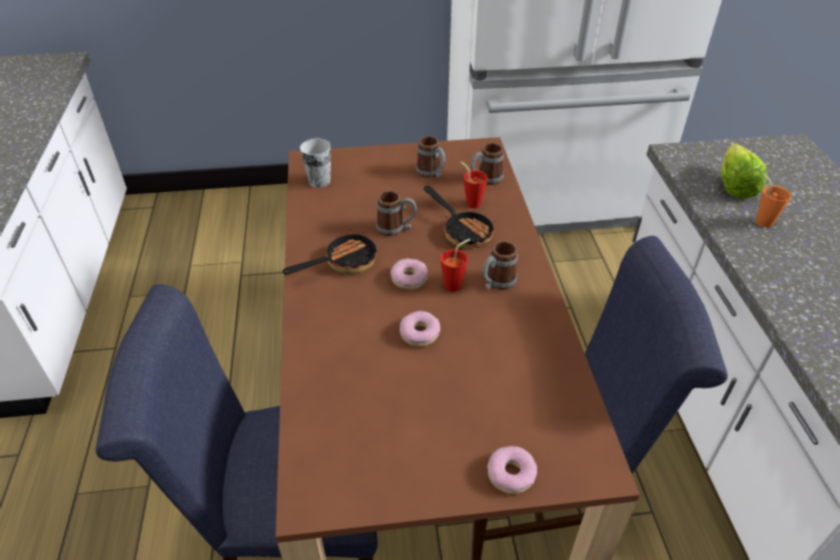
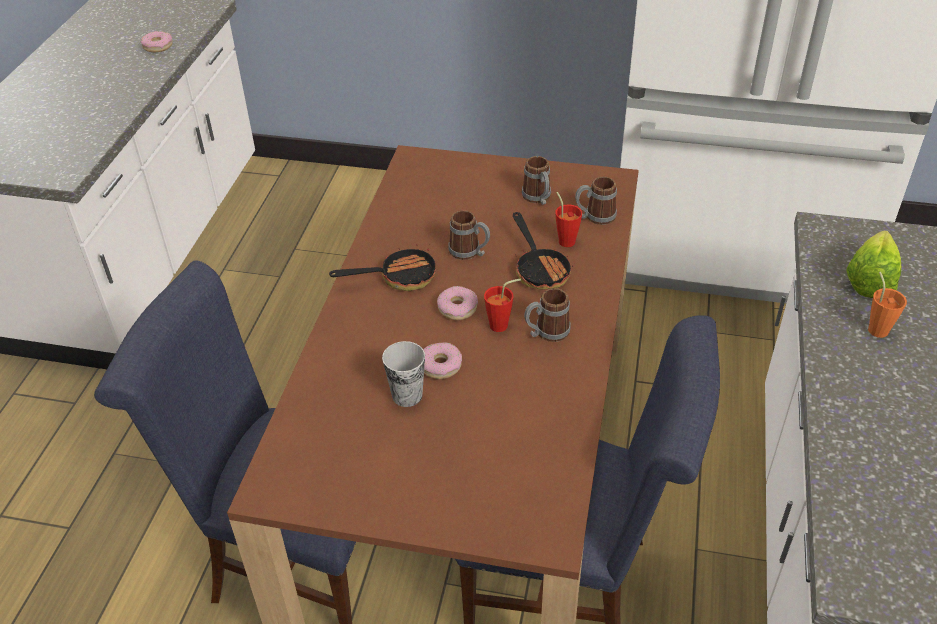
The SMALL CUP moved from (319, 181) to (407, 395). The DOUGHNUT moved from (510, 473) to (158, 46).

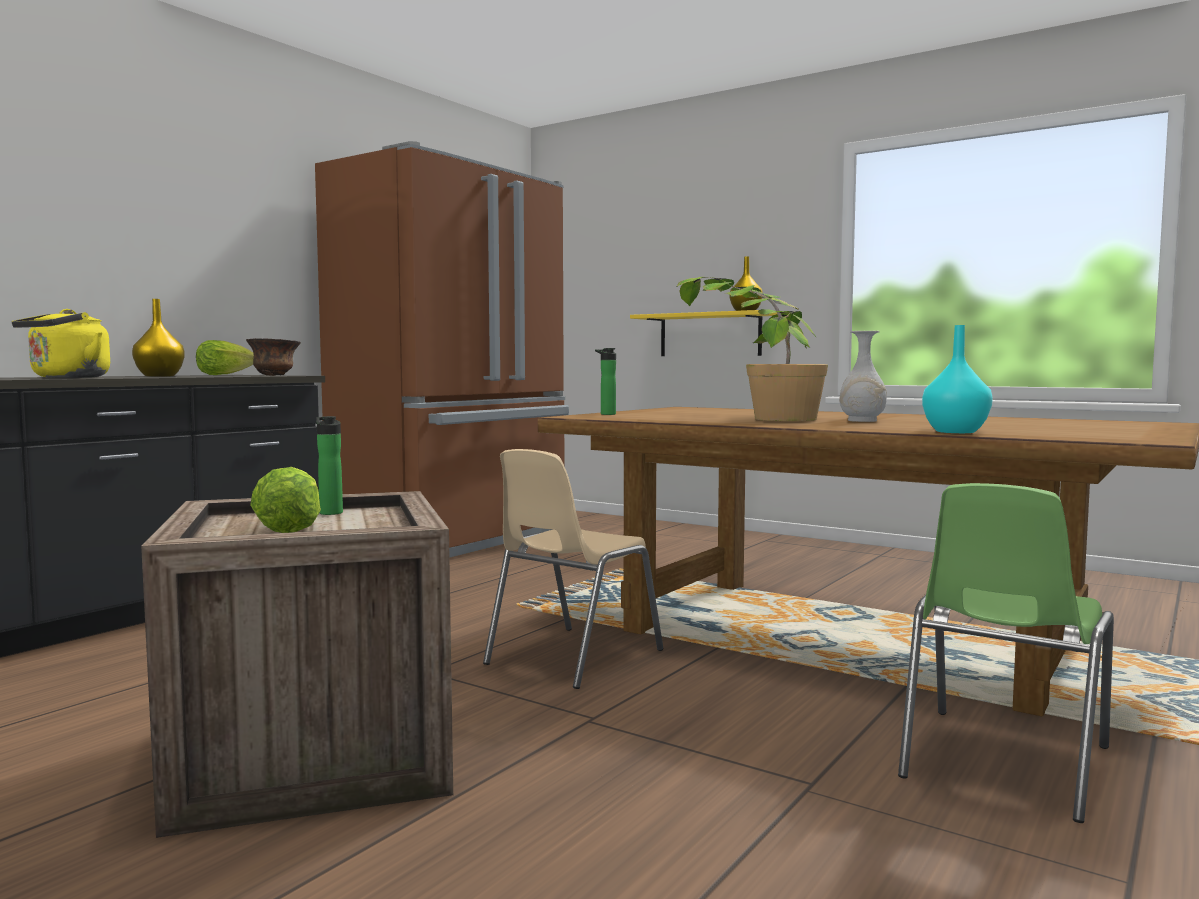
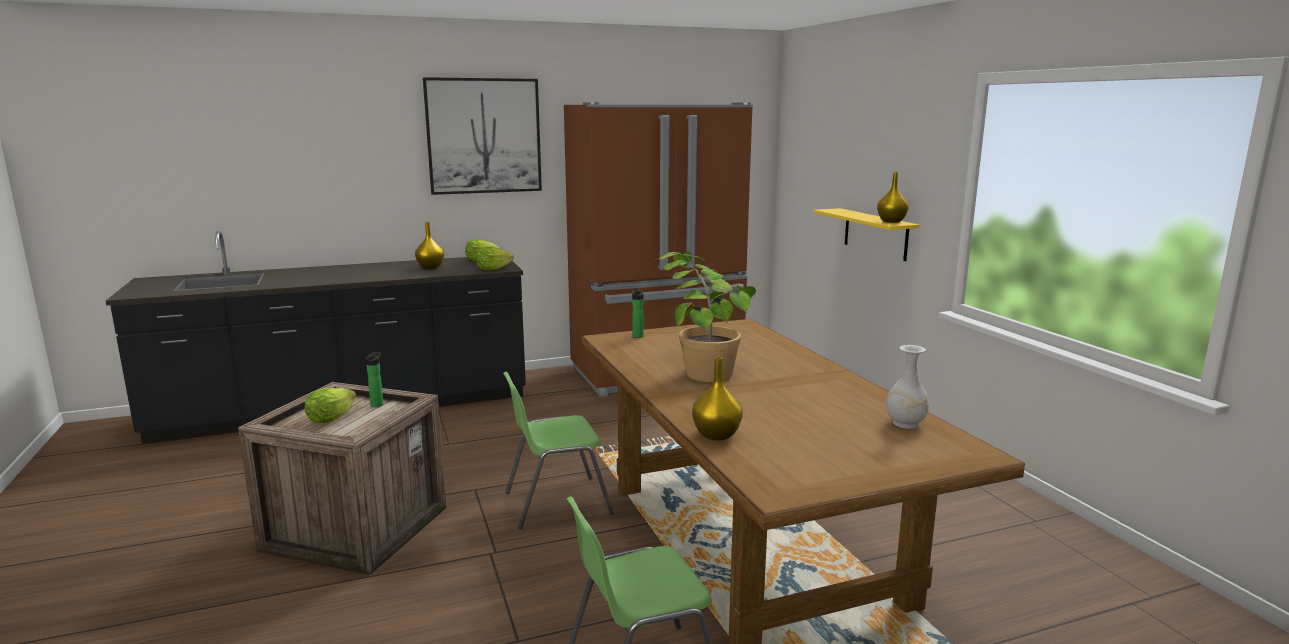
The YELLOW TEA KETTLE at (67, 377) disappeared. The BROWN-COLOURED SERVING BOWL at (274, 375) was replaced by the LETTUCE HEAD at (493, 269). The BEIGE CHAIR at (571, 657) became the GREEN-COLOURED CHAIR at (555, 502). The WHITE VASE moved from (862, 421) to (905, 424). The BLUE-GREEN VASE at (954, 432) became the YELLOW VASE at (716, 434). The PICTURE at (484, 136) appeared.

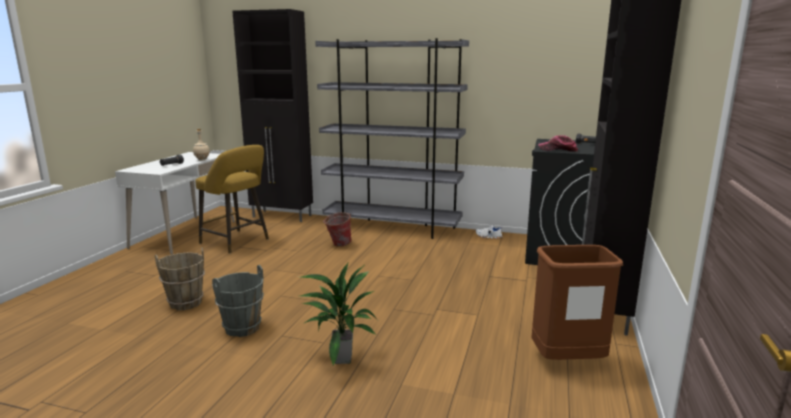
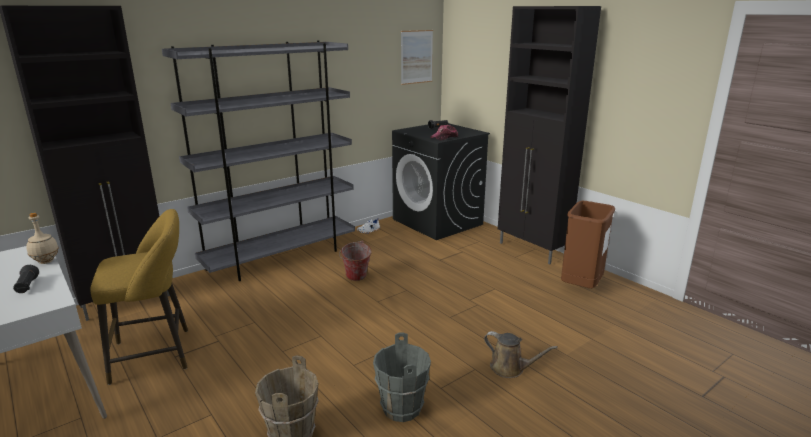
The HOUSEPLANT at (341, 359) was replaced by the BROWN-COLOURED SPRINKLING CAN at (510, 368). The PAIL moved from (338, 244) to (356, 279). The PICTURE at (416, 57) appeared.

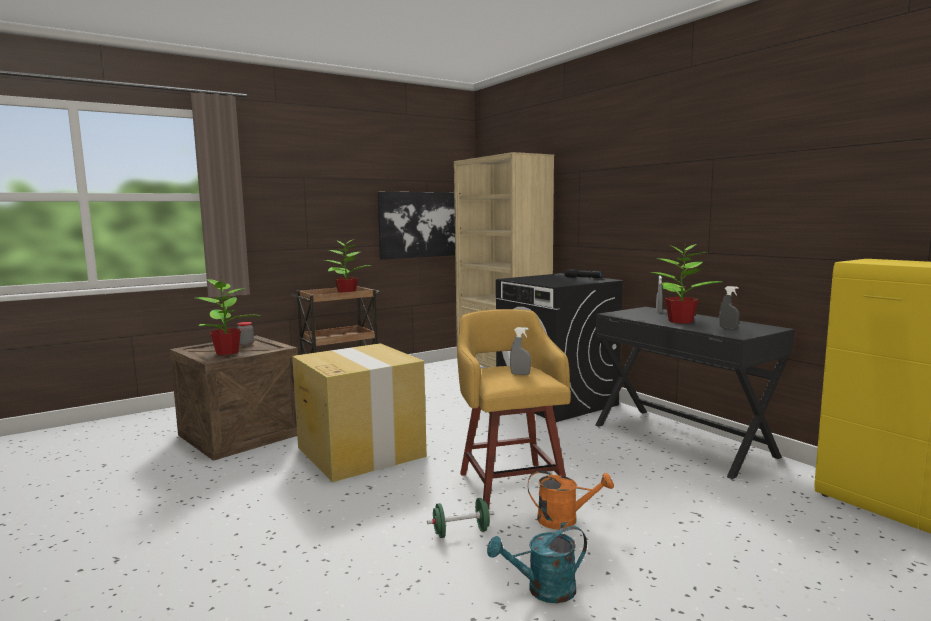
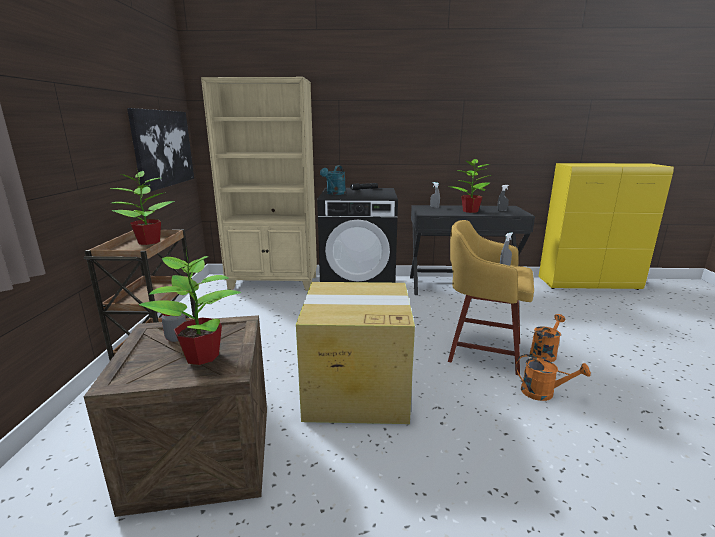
The GREEN-COLOURED HAND WEIGHT at (461, 532) was replaced by the ORANGEY SPRINKLING CAN at (543, 393). The BLUE-GREEN SPRINKLING CAN moved from (543, 590) to (334, 193).

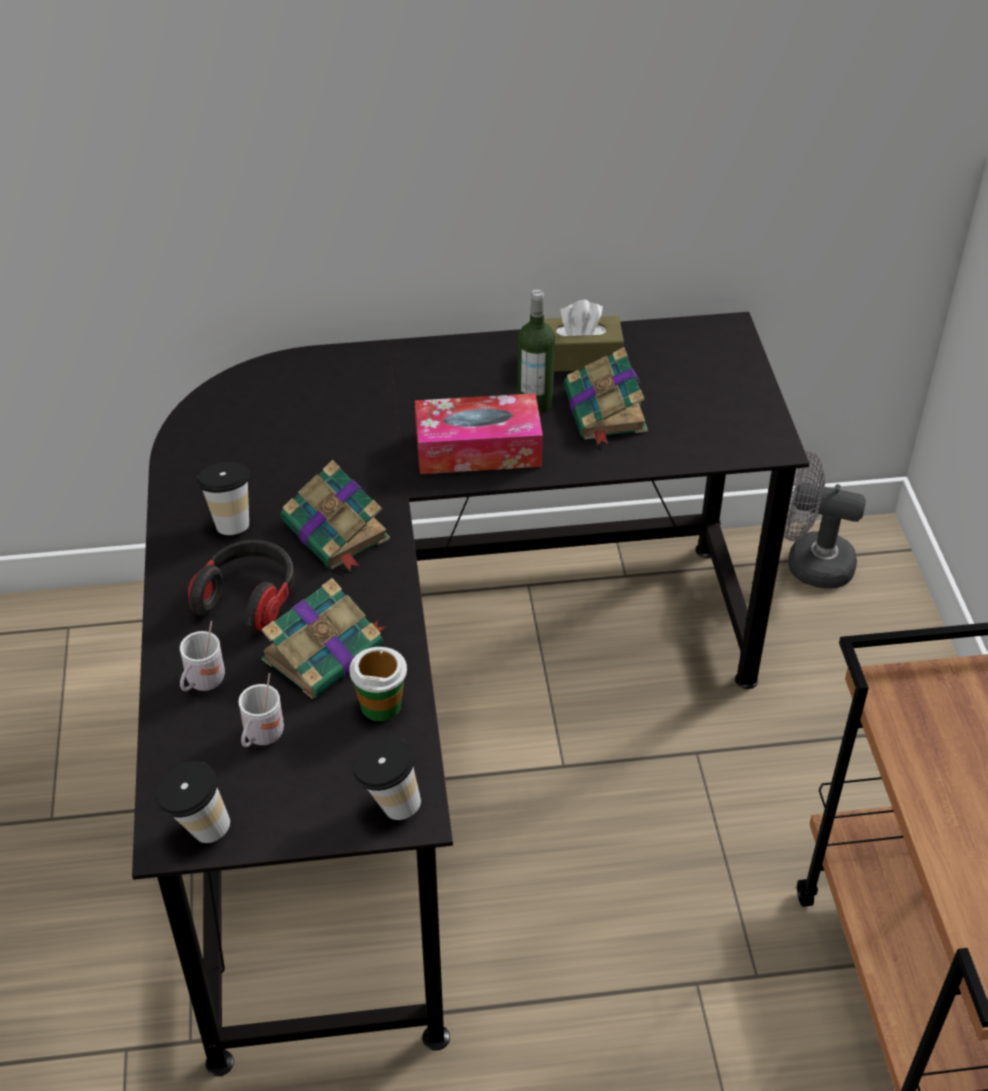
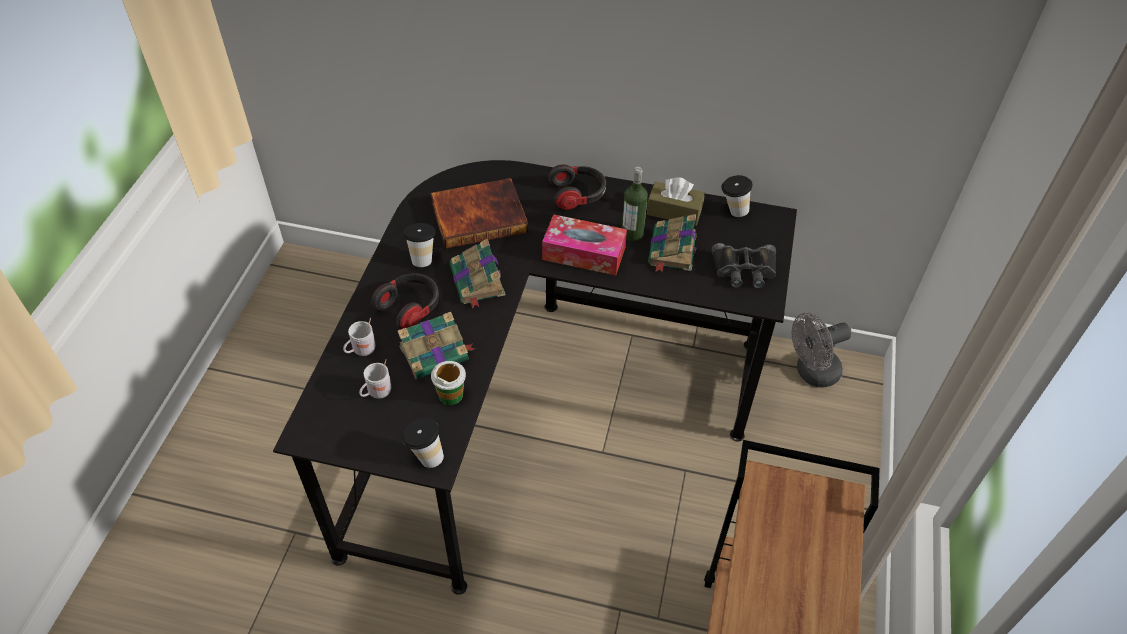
The SMALL CUP moved from (198, 830) to (732, 211). The GREY FAN at (808, 563) turned 60 degrees counterclockwise. The VOLUME at (479, 216) appeared. The PAIR OF HEADPHONES at (578, 195) appeared. The BLACK-COLOURED BINOCULARS at (744, 270) appeared.

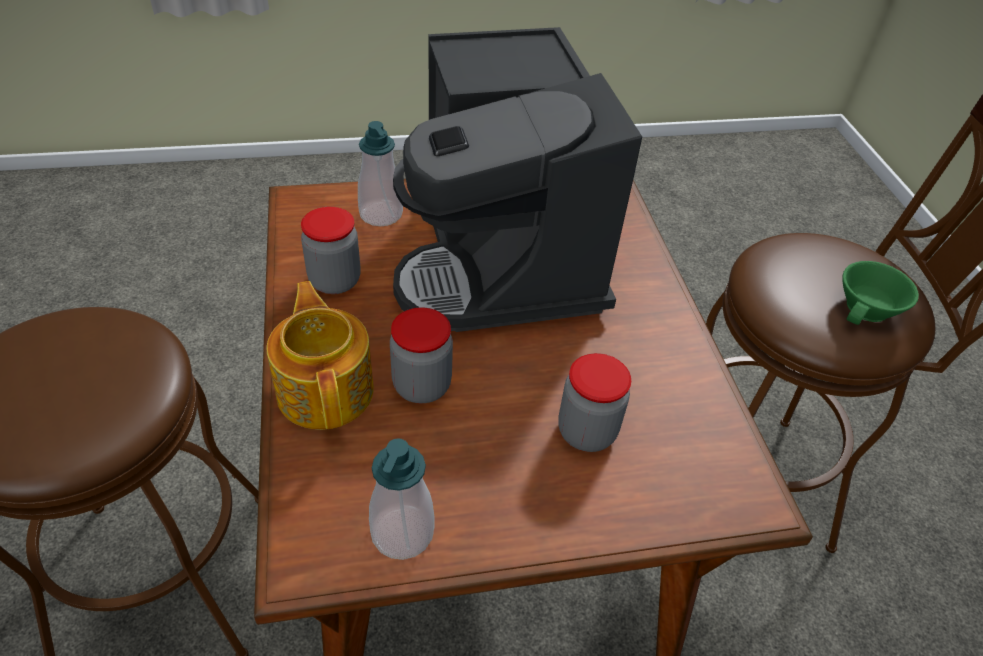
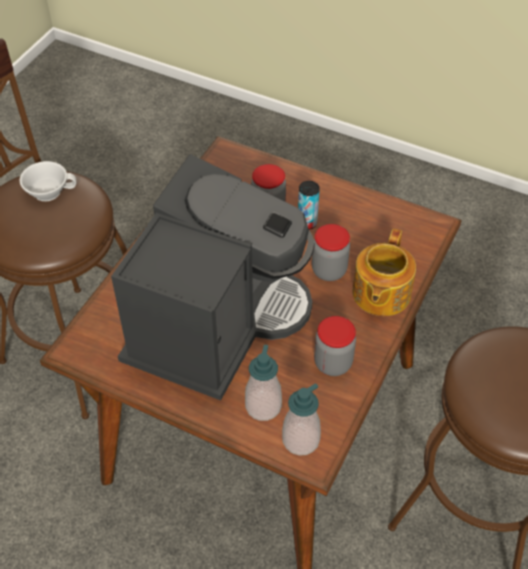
The SOAP BOTTLE moved from (402, 532) to (300, 440). The GREEN-COLOURED SMALL CUP at (869, 310) became the WHITE SMALL CUP at (48, 190). The METAL CAN at (307, 223) appeared.

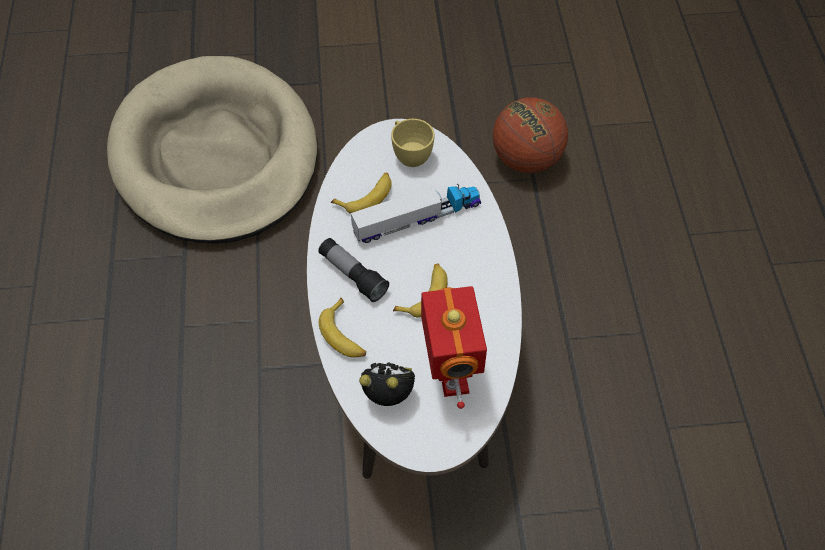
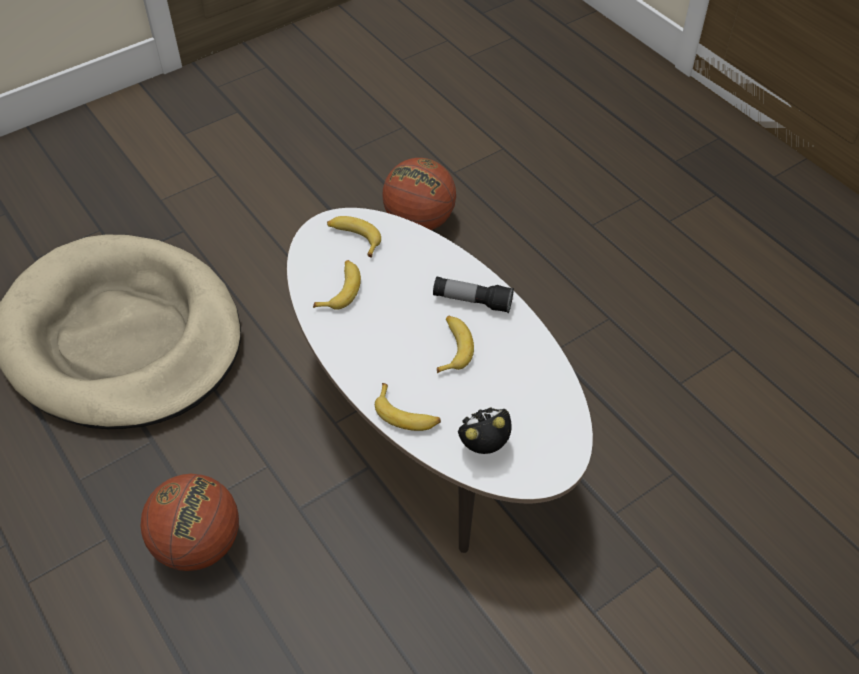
The TORCH moved from (353, 275) to (472, 301). The TOY TRUCK at (417, 218) disappeared. The YELLOW SMALL CUP at (409, 154) was replaced by the BANANA at (354, 238). The MODEL ROBOT at (450, 378) disappeared. The BASKETBALL BALL at (198, 544) appeared.

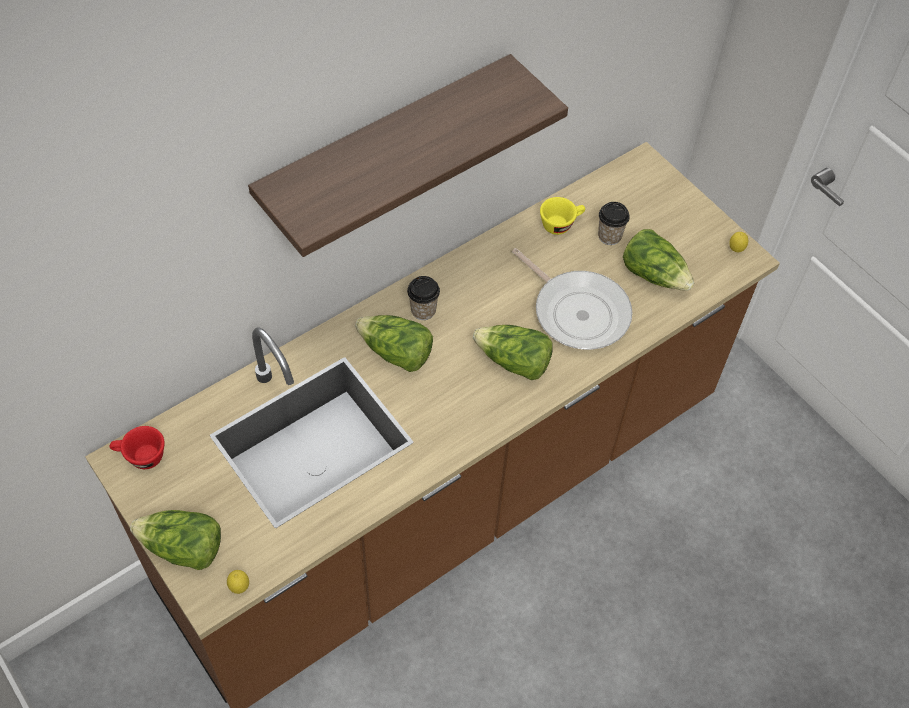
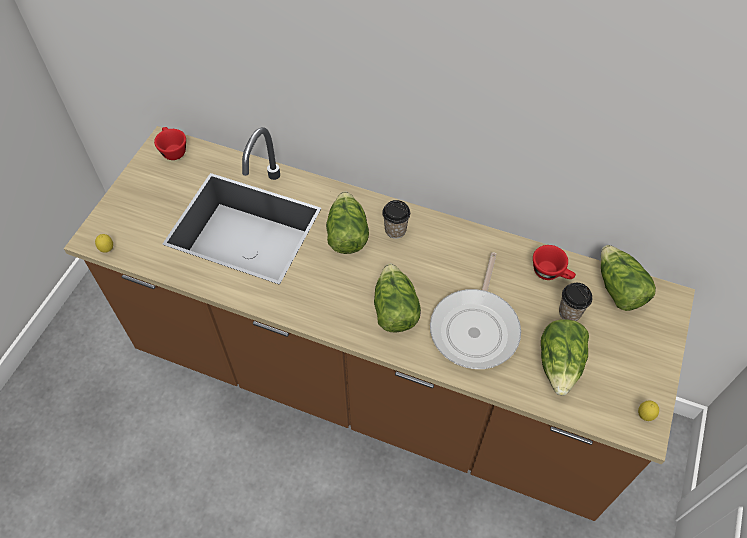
The LETTUCE HEAD moved from (183, 548) to (618, 289). The SHELF at (386, 148) disappeared. The YELLOW SMALL CUP at (561, 224) became the RED SMALL CUP at (551, 273).

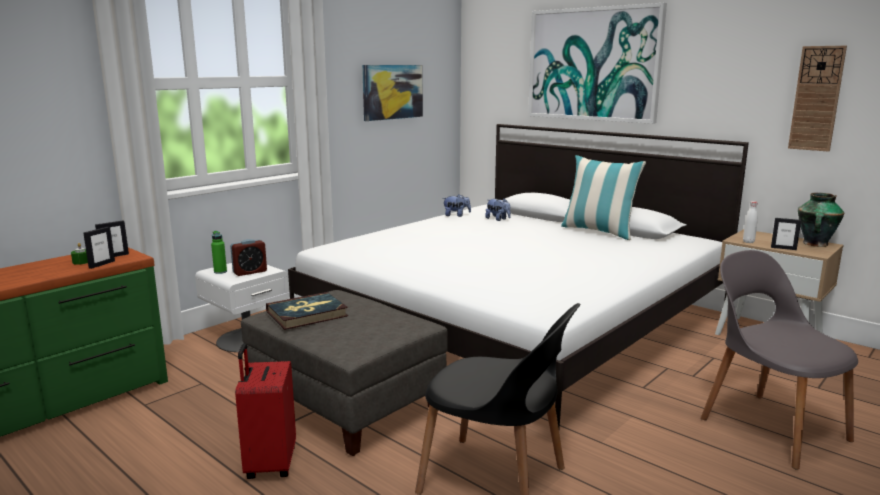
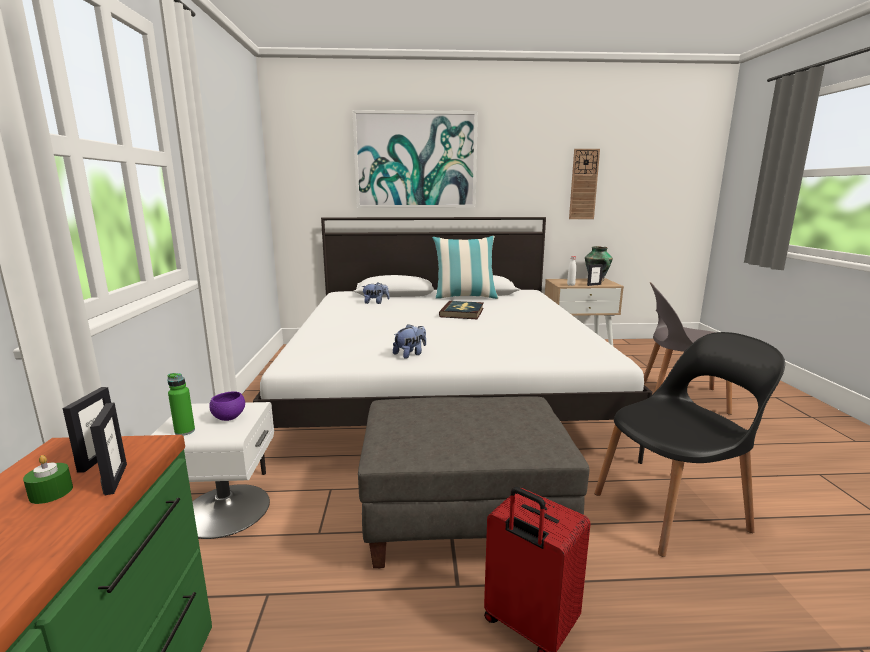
The BEDSIDE CLOCK at (250, 272) was replaced by the PURPLE-COLOURED SERVING BOWL at (229, 417). The VOLUME moved from (307, 314) to (462, 312). The PICTURE at (392, 92) disappeared. The CUDDLY TOY moved from (456, 215) to (410, 354).

